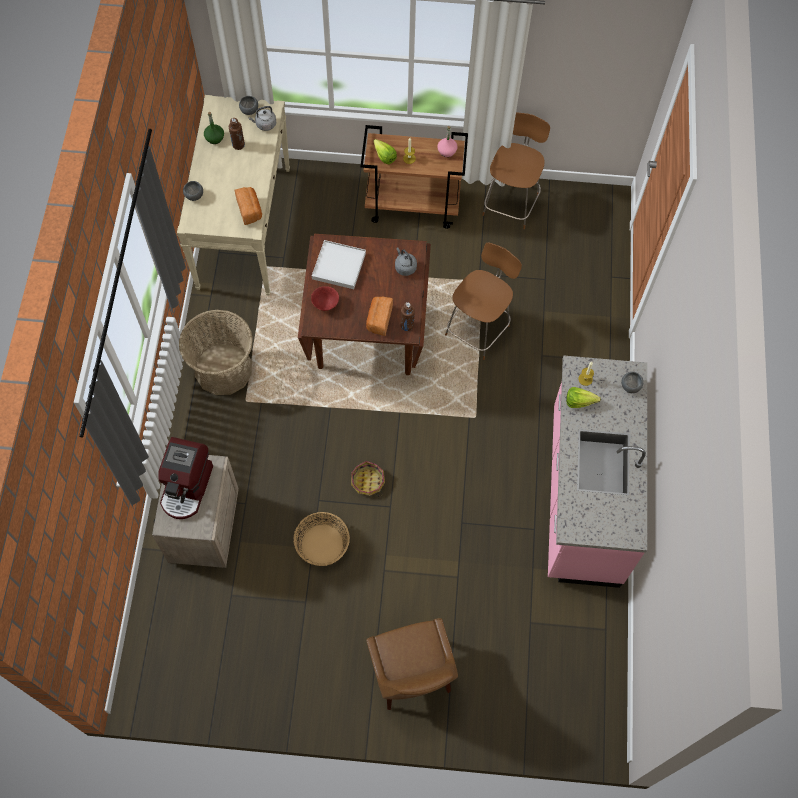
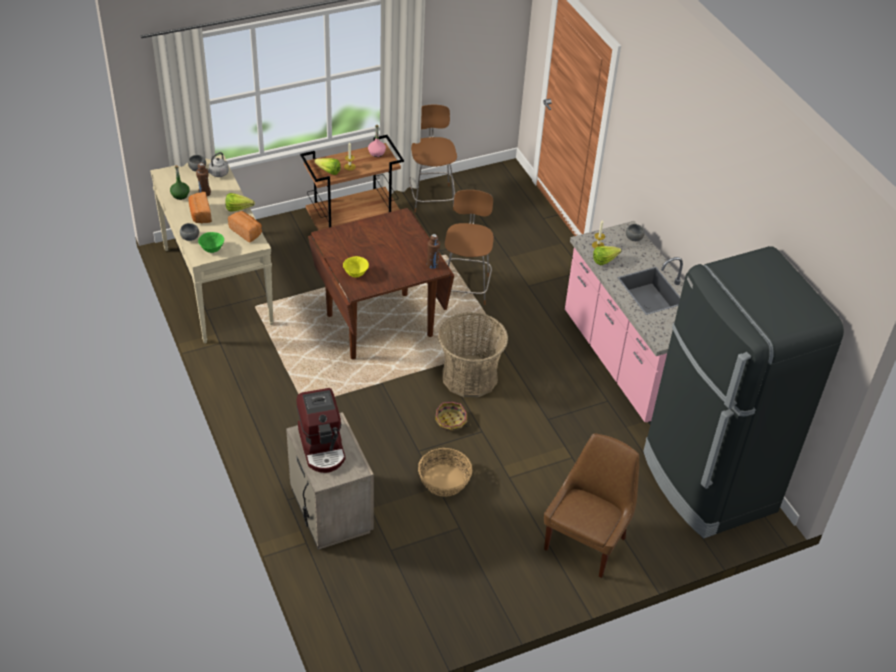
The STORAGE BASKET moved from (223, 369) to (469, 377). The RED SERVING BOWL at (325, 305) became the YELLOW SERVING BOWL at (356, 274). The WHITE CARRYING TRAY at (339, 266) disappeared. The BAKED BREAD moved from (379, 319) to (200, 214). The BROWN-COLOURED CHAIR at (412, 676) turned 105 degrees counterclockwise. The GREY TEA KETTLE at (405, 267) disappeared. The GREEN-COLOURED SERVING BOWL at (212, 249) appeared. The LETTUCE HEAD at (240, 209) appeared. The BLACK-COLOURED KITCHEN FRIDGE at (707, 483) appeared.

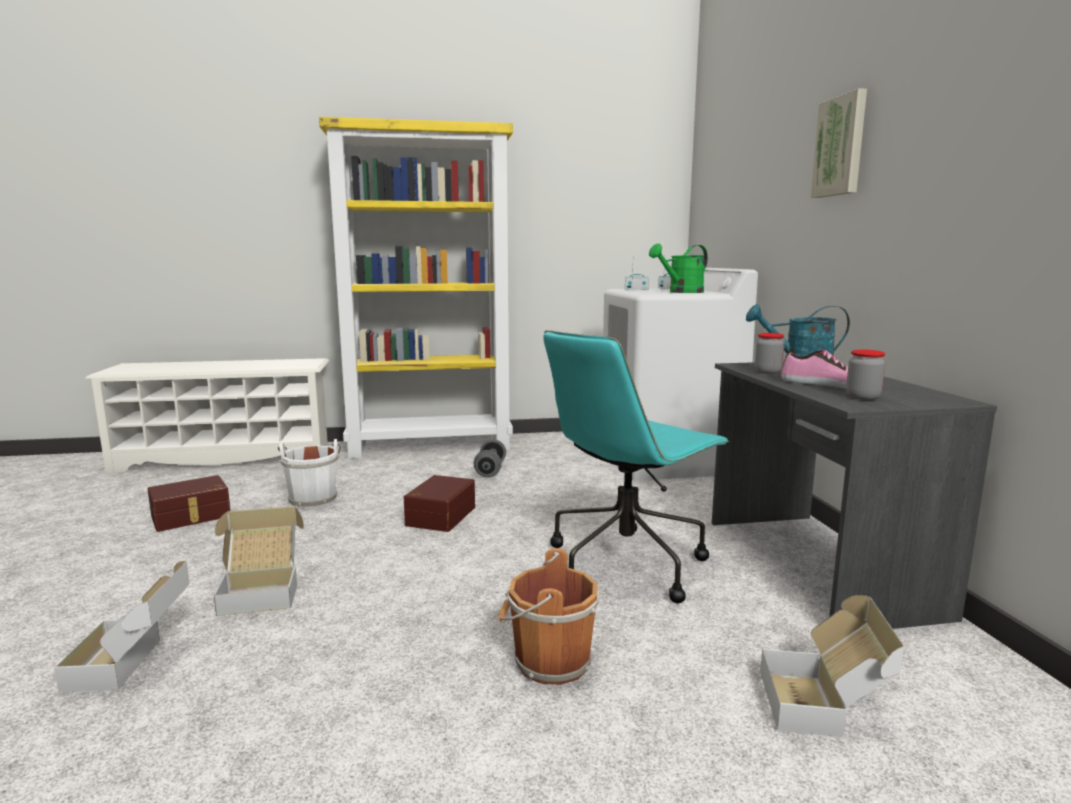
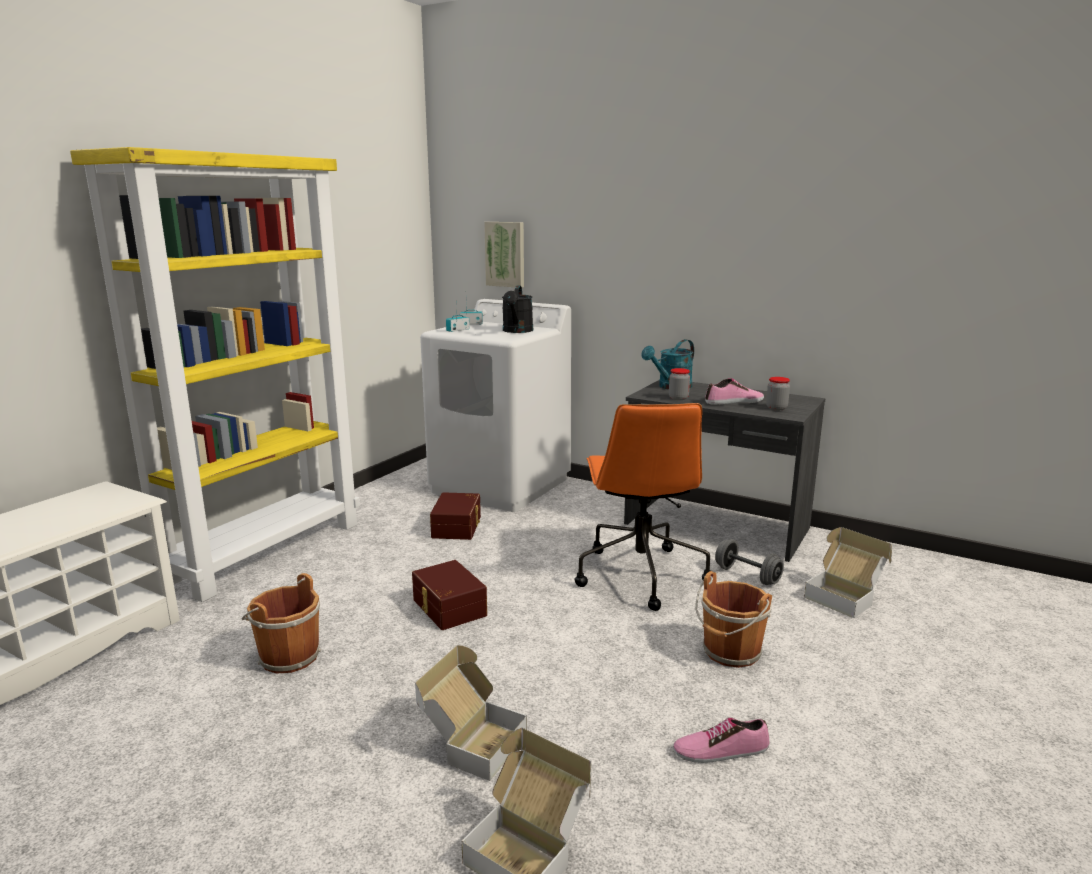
The BROWN-COLOURED STORAGE BIN moved from (191, 516) to (458, 527). The WHITE PAIL at (313, 499) became the BROWN-COLOURED PAIL at (287, 656). The GREY HAND WEIGHT moved from (490, 470) to (747, 575). The BLUE-GREEN COMPUTER CHAIR at (627, 563) became the ORANGEY COMPUTER CHAIR at (640, 574). The GREEN-COLOURED SPRINKLING CAN at (681, 292) became the BLACK-COLOURED SPRINKLING CAN at (517, 331). The PICTURE moved from (841, 146) to (506, 254). The LOW SHOE at (720, 750) appeared.

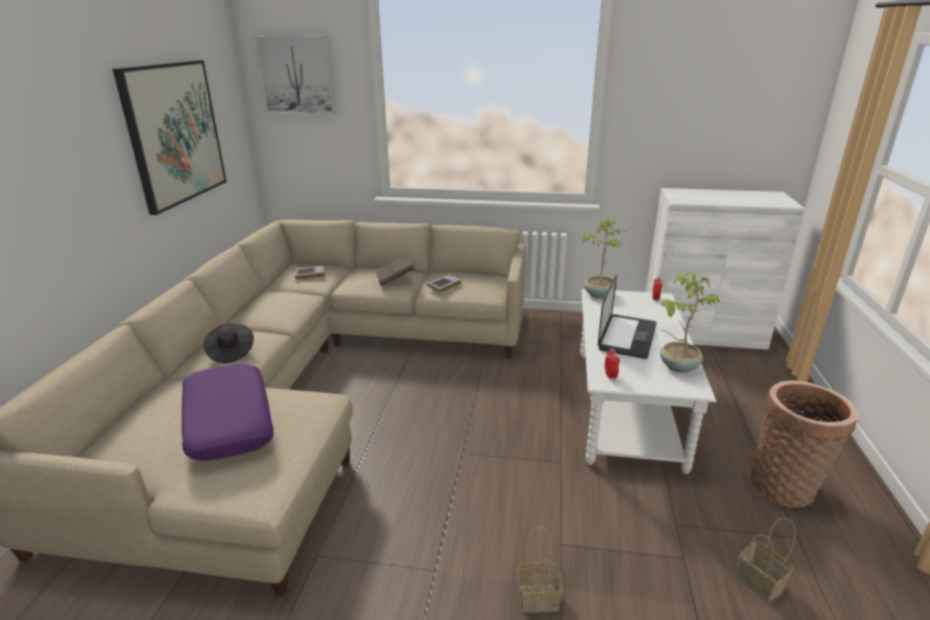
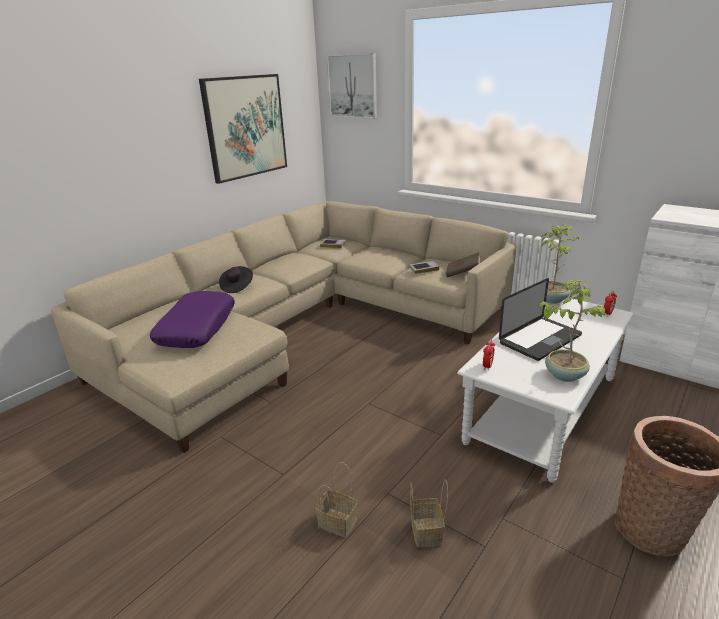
The BROWN-COLOURED VOLUME moved from (395, 279) to (462, 273). The STORAGE BASKET moved from (761, 582) to (427, 533).

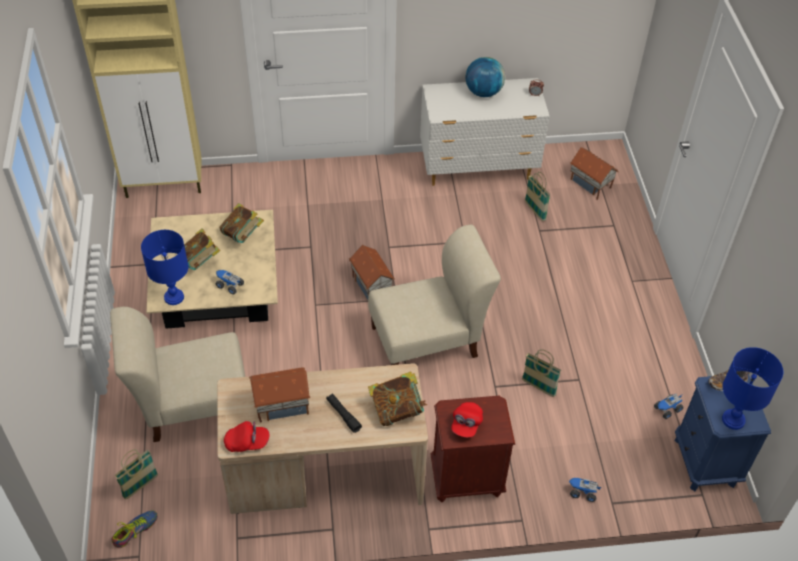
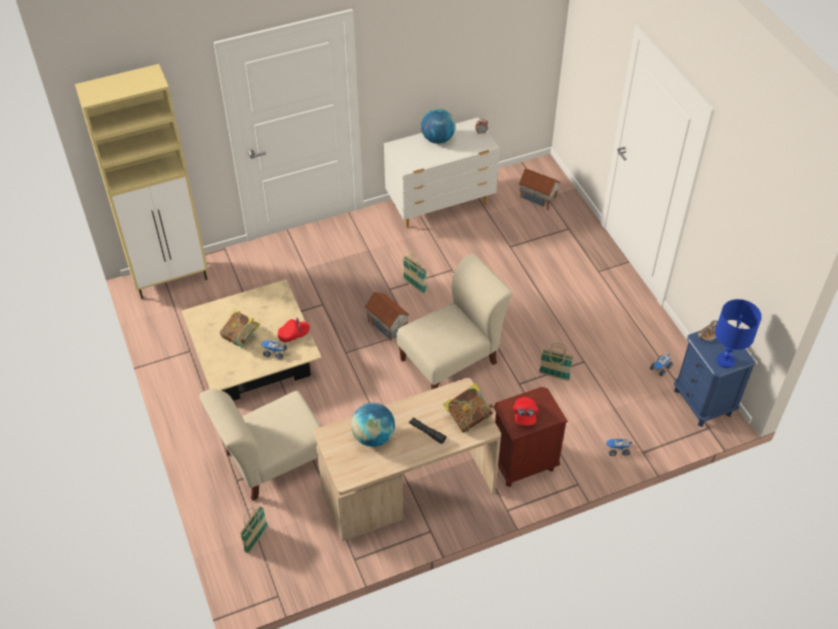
The LOW SHOE at (135, 530) disappeared. The BLUE-COLOURED TABLETOP LAMP at (173, 297) disappeared. The VOLUME at (243, 235) disappeared. The RED BASEBALL CAP moved from (247, 442) to (294, 335). The TOY HOUSE at (281, 404) was replaced by the WORLD GLOBE at (373, 437). The STORAGE BASKET moved from (535, 211) to (414, 286).

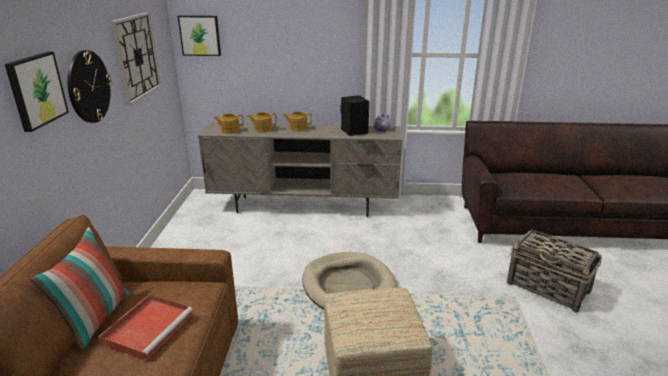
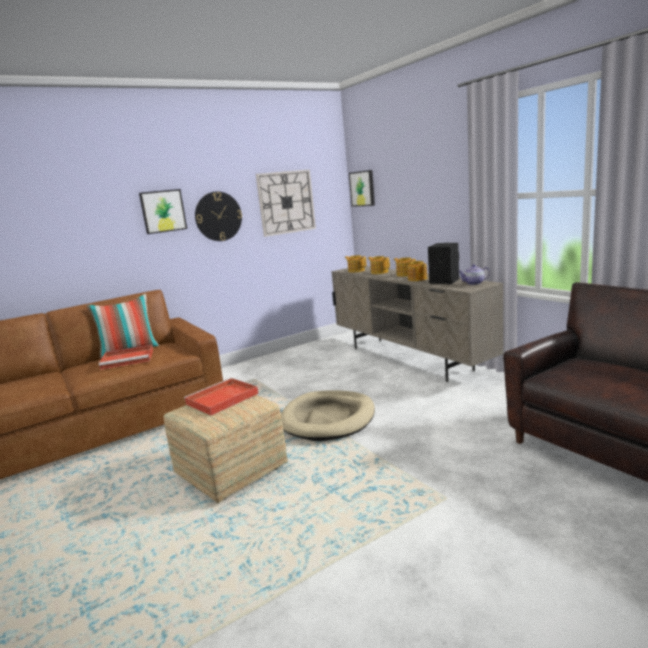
The STORAGE BASKET at (548, 288) disappeared. The RED CARRYING TRAY at (221, 399) appeared. The POT FOR TEA at (417, 279) appeared.

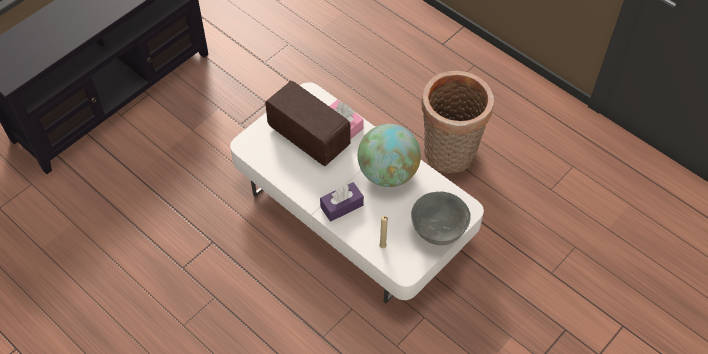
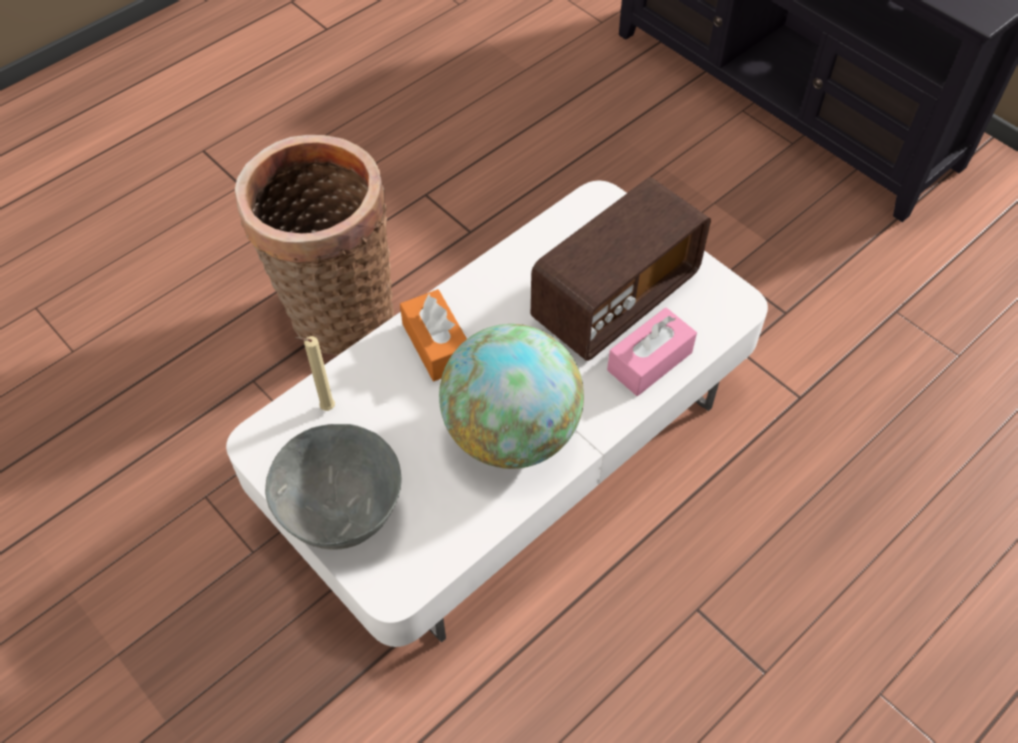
The PURPLE-COLOURED TISSUE HOLDER at (341, 206) became the ORANGEY TISSUE HOLDER at (436, 345). The STORAGE BASKET moved from (449, 155) to (335, 313).

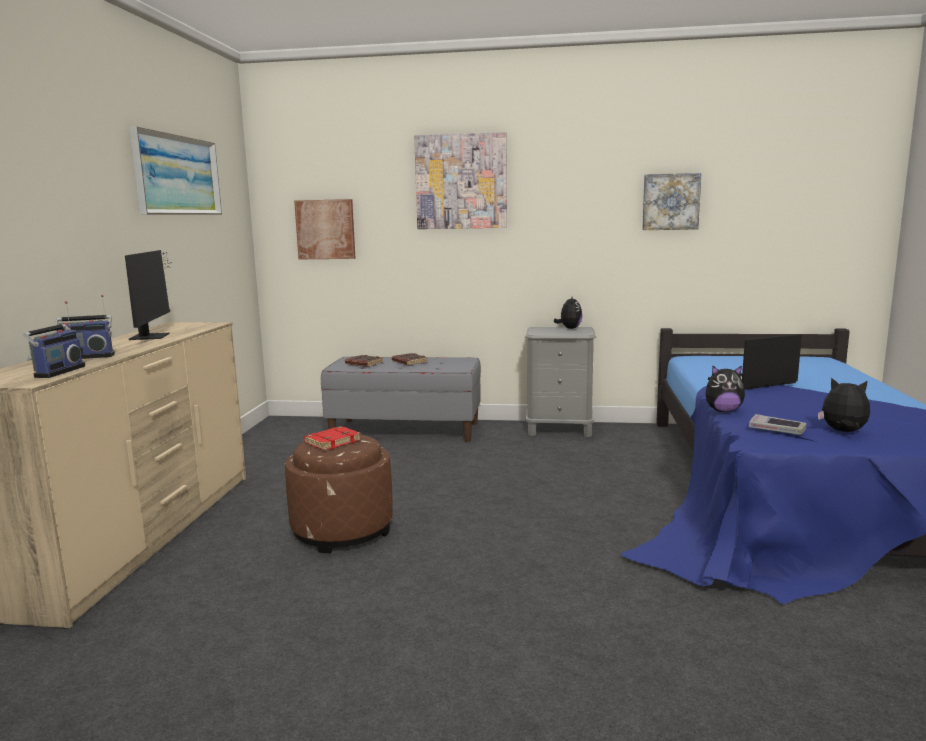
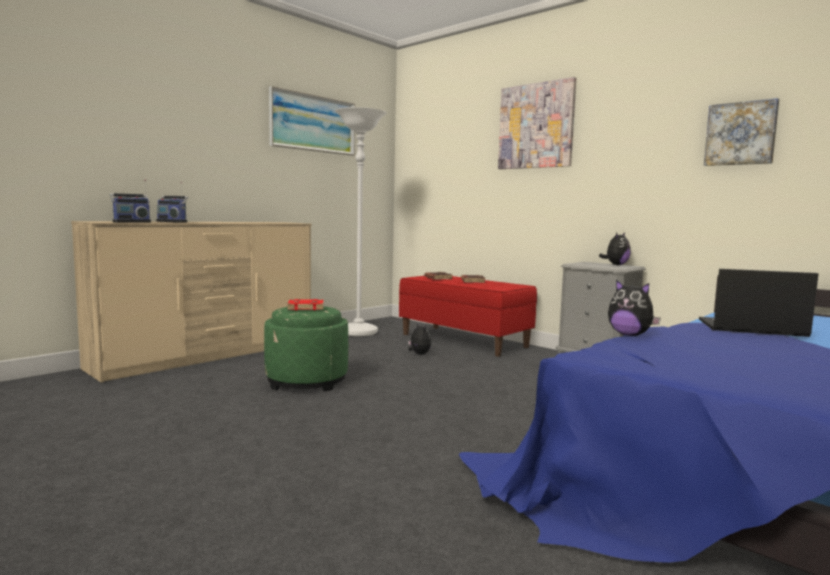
The COMPUTER DISPLAY at (153, 335) disappeared. The BROWN-COLOURED POUFFE at (342, 530) became the GREEN-COLOURED POUFFE at (307, 381). The PICTURE at (325, 229) disappeared. The GREY LONG SEAT at (405, 430) became the RED LONG SEAT at (464, 340). The VOLUME at (776, 429) disappeared. The CUDDLY TOY moved from (843, 432) to (419, 354). The WHITE STANDING LAMP at (358, 332) appeared.

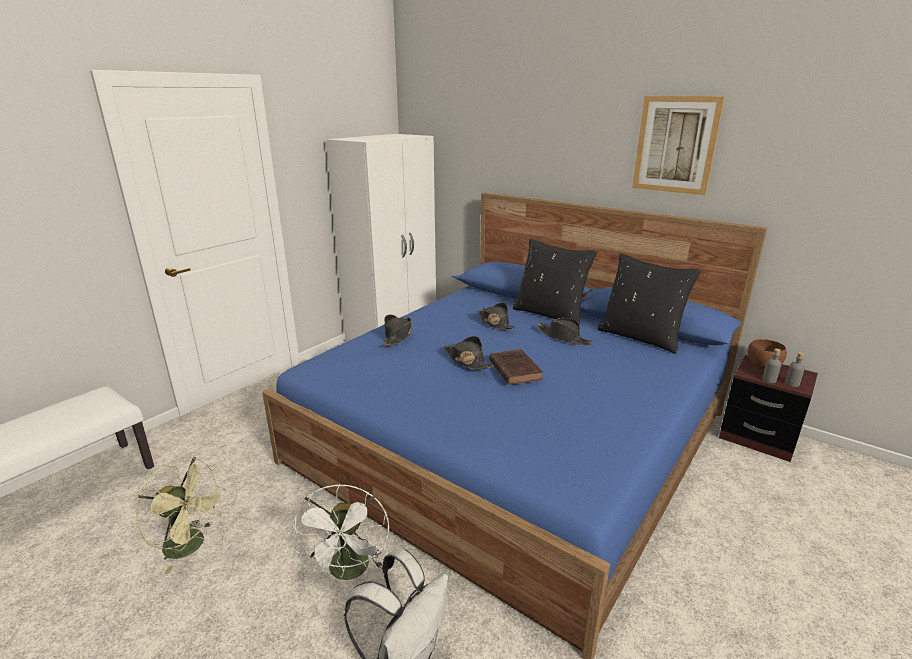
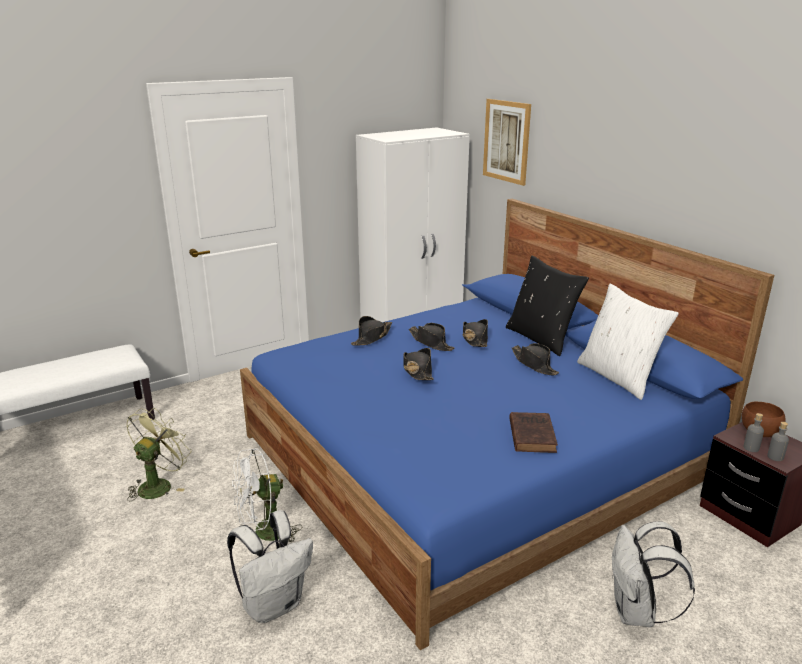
The GREEN-COLOURED FAN at (192, 546) turned 105 degrees counterclockwise. The WHITE FAN at (349, 572) turned 45 degrees clockwise. The BROWN-COLOURED VOLUME moved from (514, 369) to (531, 435). The BLACK-COLOURED CUSHION at (640, 337) became the WHITE CUSHION at (618, 377). The PICTURE moved from (675, 145) to (506, 141). The BLACK-COLOURED HAT at (431, 342) appeared. The WHITE KNAPSACK at (637, 612) appeared.

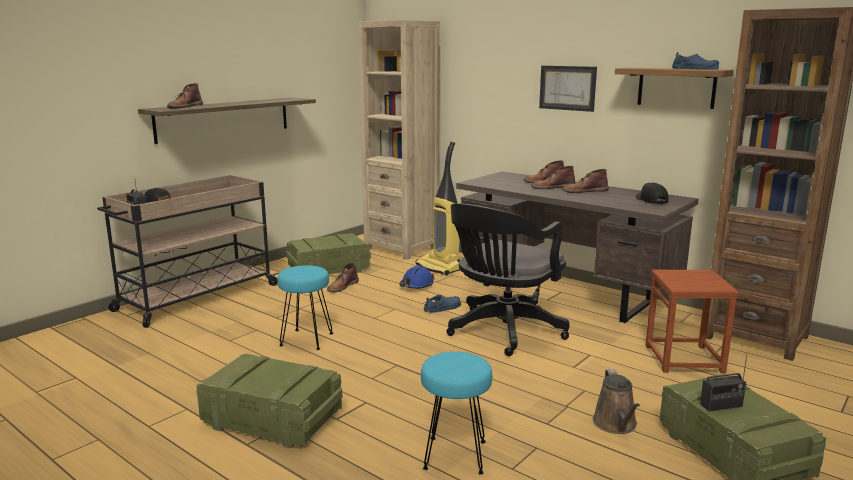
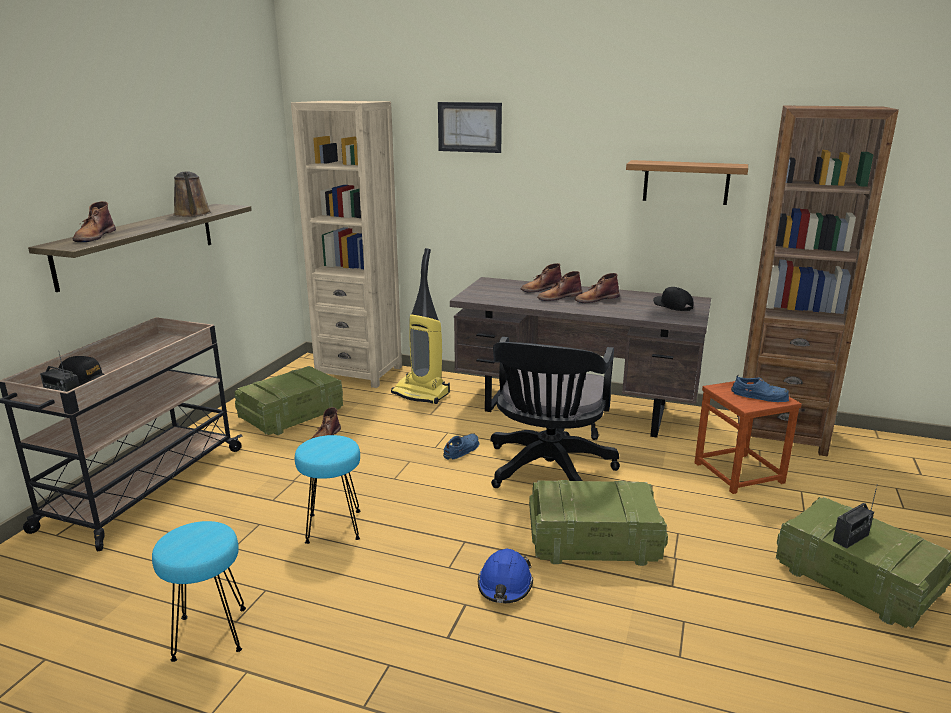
The SHIPPING CRATE moved from (270, 420) to (591, 542). The BLUE-COLOURED SAFETY HELMET moved from (416, 285) to (505, 585). The BLUE-GREEN STOOL moved from (455, 456) to (210, 634). The PICTURE moved from (567, 88) to (469, 127). The BROWN-COLOURED SPRINKLING CAN moved from (616, 425) to (192, 214). The BLUE-COLOURED LOW SHOE moved from (695, 69) to (760, 395).

